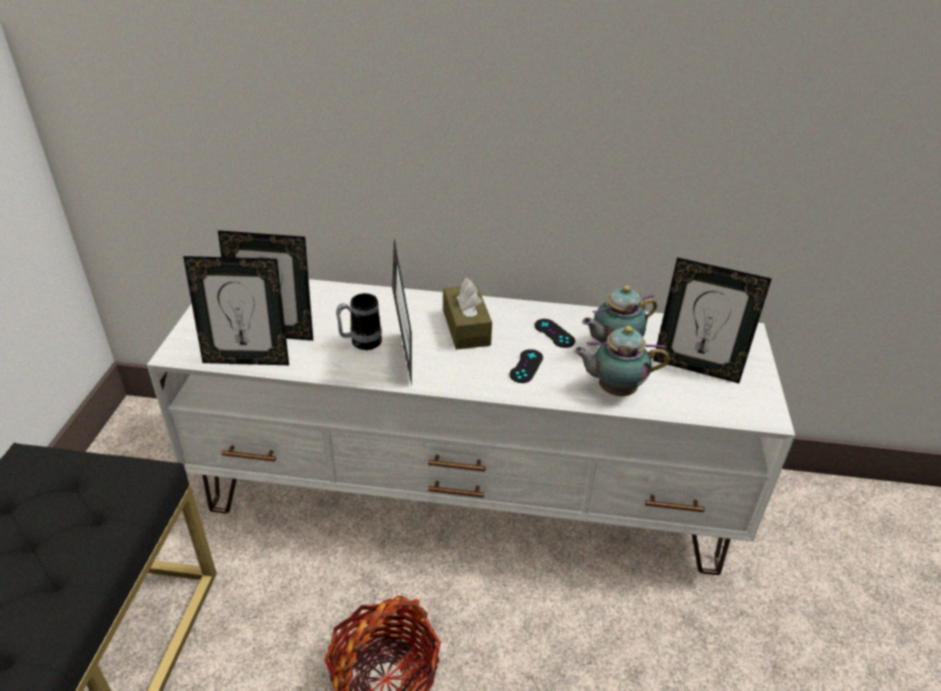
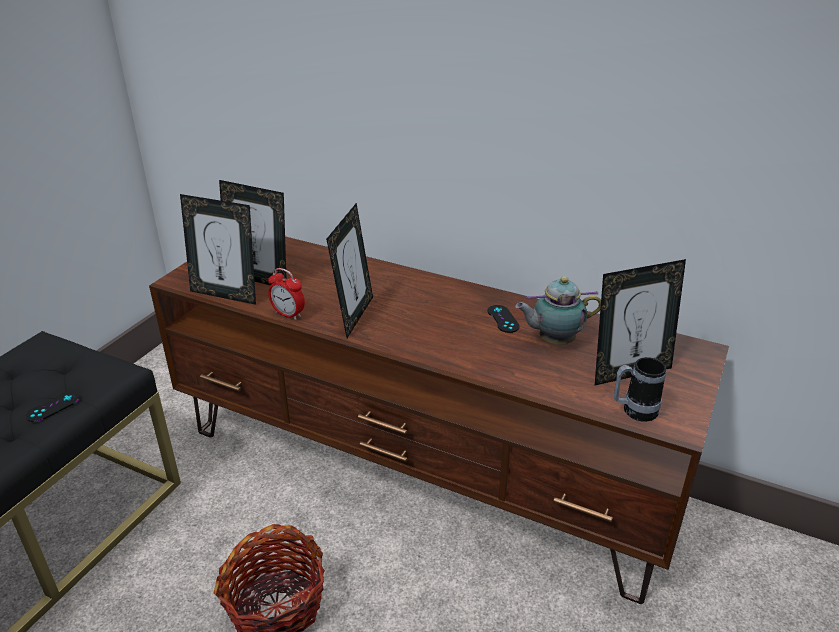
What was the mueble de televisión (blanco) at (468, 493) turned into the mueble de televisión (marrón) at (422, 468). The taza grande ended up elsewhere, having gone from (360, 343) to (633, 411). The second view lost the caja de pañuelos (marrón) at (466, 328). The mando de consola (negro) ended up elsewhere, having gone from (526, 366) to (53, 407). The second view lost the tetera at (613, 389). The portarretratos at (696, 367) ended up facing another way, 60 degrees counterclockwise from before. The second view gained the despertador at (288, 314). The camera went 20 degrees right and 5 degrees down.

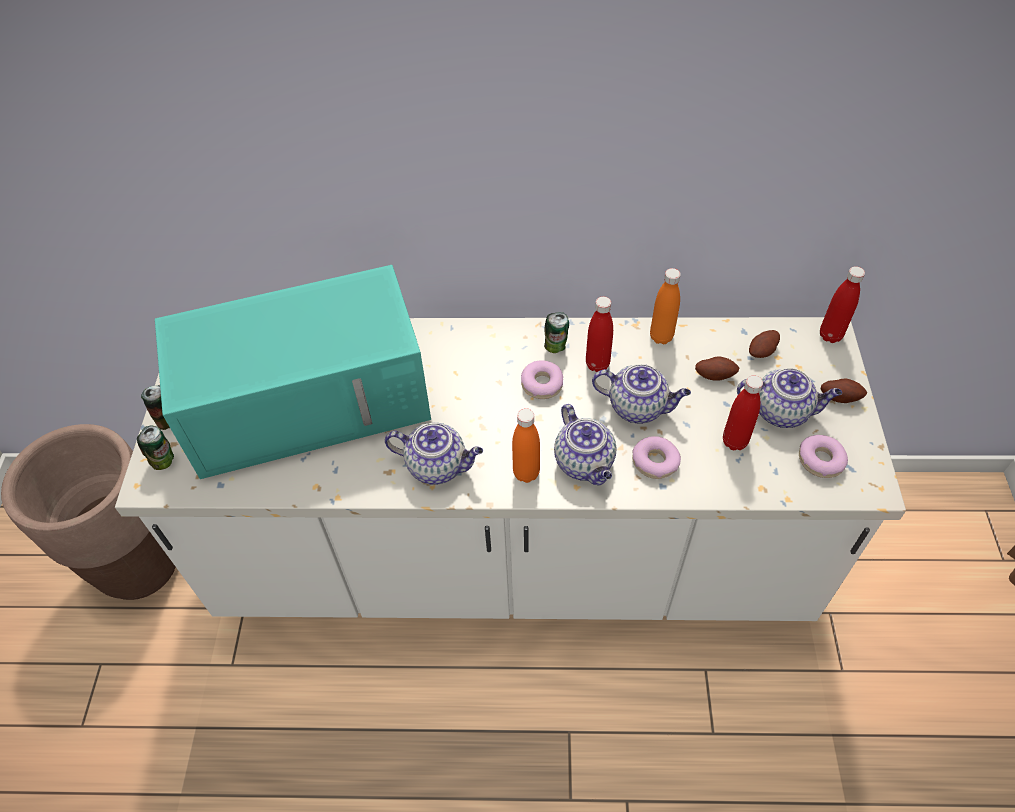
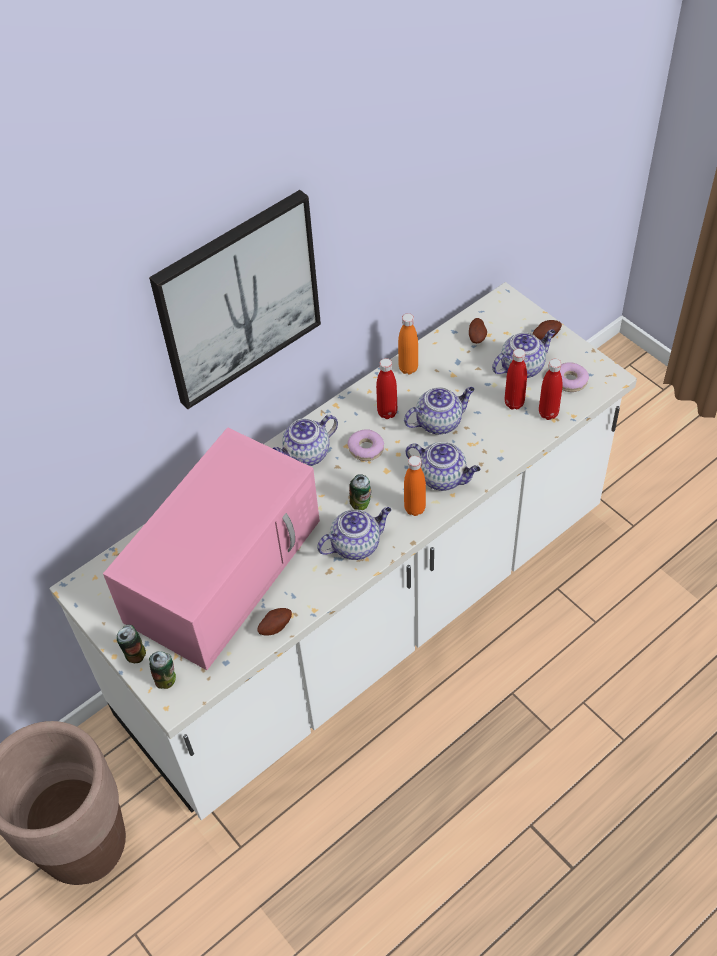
What was the microondas (turquesa) at (312, 401) turned into the microondas (rosa) at (224, 567). The lata ended up elsewhere, having gone from (556, 347) to (361, 503). The second view lost the rosquilla at (655, 462). The patata ended up elsewhere, having gone from (714, 375) to (275, 626). The botella (rojo) ended up elsewhere, having gone from (830, 335) to (548, 413). The second view gained the cuadro at (238, 299). The second view gained the tetera at (306, 455). The camera went 40 degrees left and 0 degrees up.

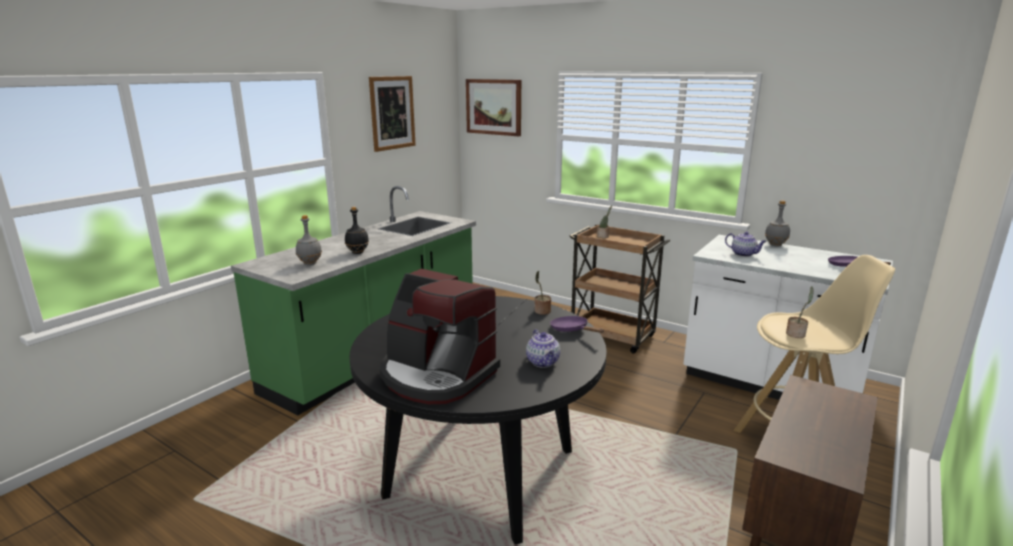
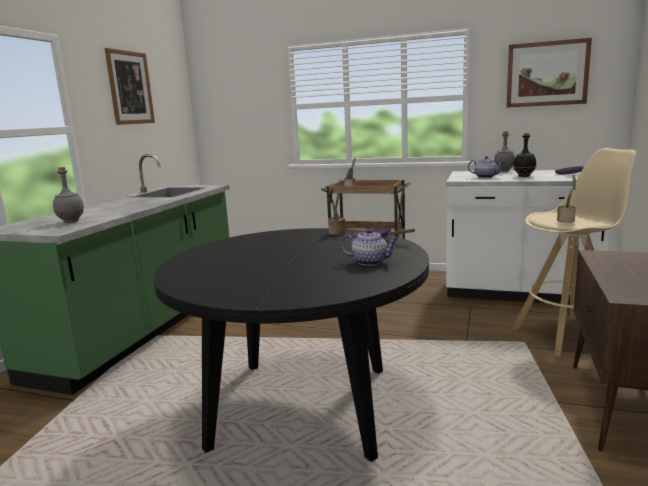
The botella (negro) ended up elsewhere, having gone from (358, 252) to (524, 176). The second view lost the cafetera at (437, 375). The cuadro ended up elsewhere, having gone from (494, 107) to (547, 74). The tetera at (543, 362) ended up facing another way, 45 degrees counterclockwise from before. The camera went 15 degrees left and 5 degrees down.

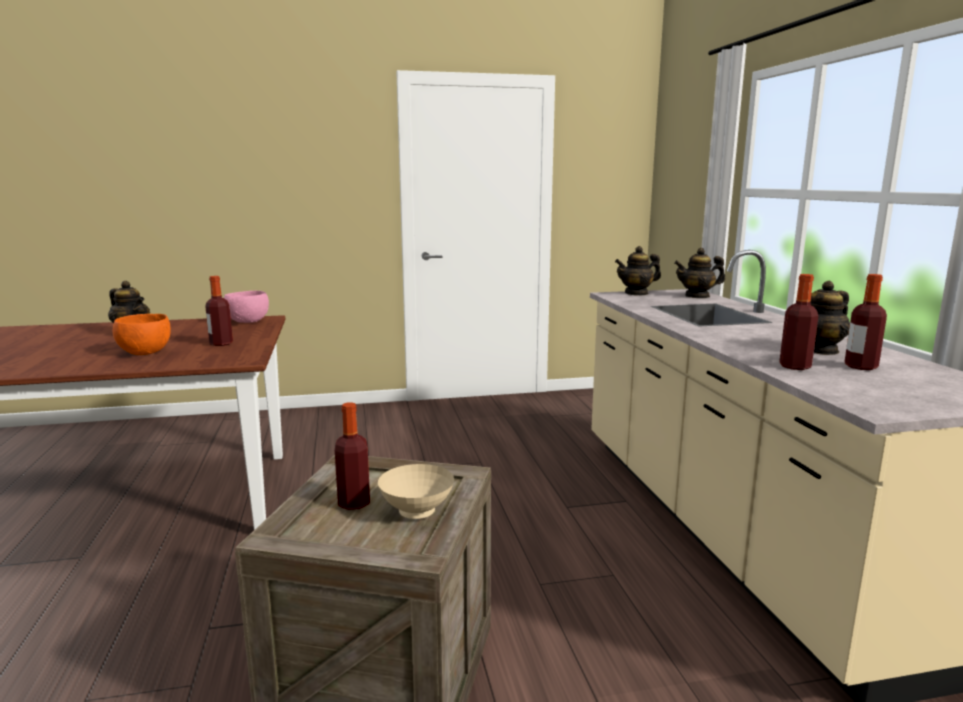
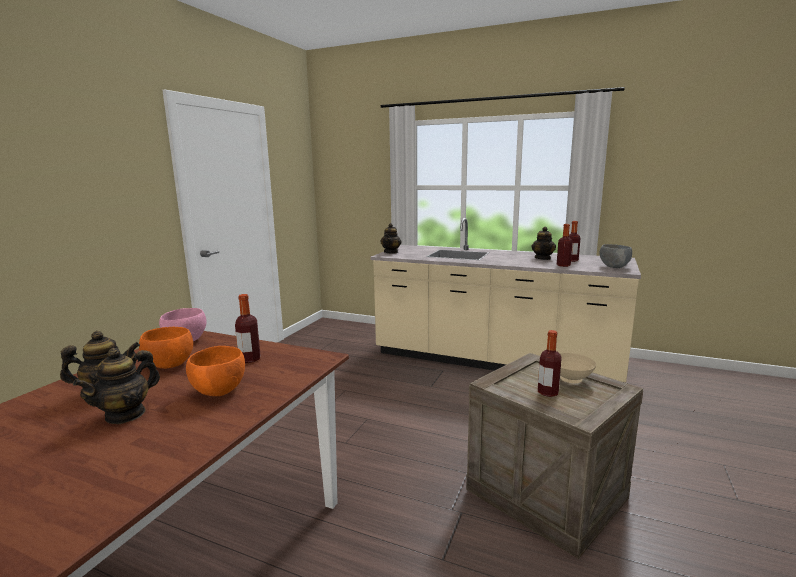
The tetera ended up elsewhere, having gone from (697, 296) to (126, 414). The second view gained the cuenco (naranja) at (169, 365). The second view gained the cuenco (gris) at (614, 267). The camera went 55 degrees left and 0 degrees up.

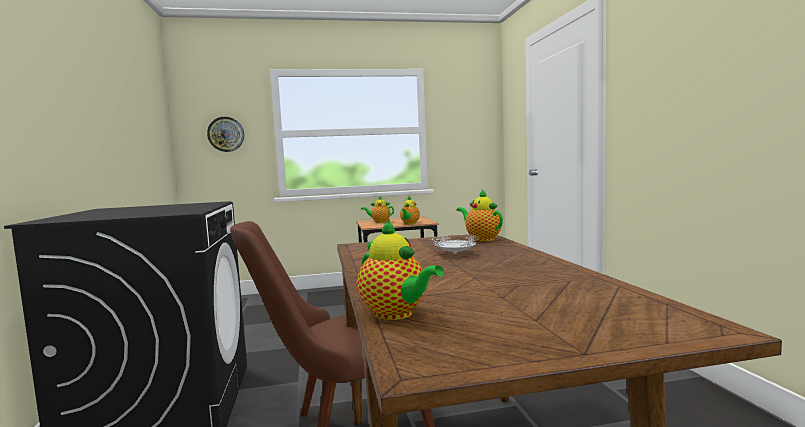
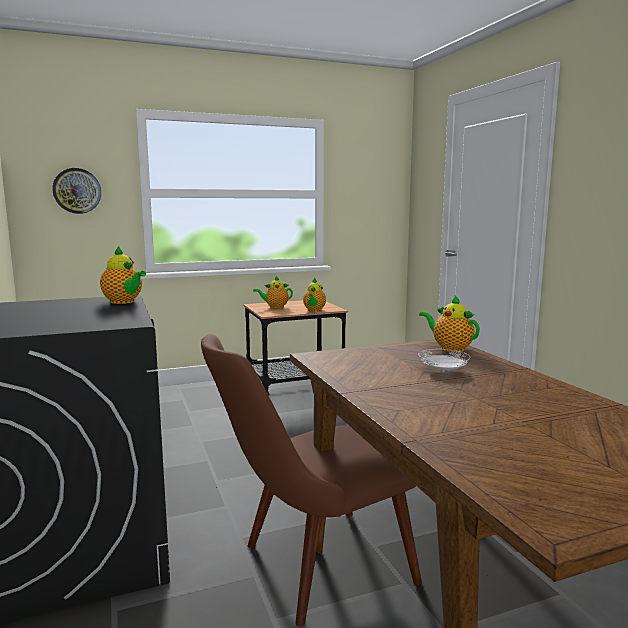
The tetera ended up elsewhere, having gone from (396, 314) to (124, 302). The camera went 10 degrees left and 5 degrees up.

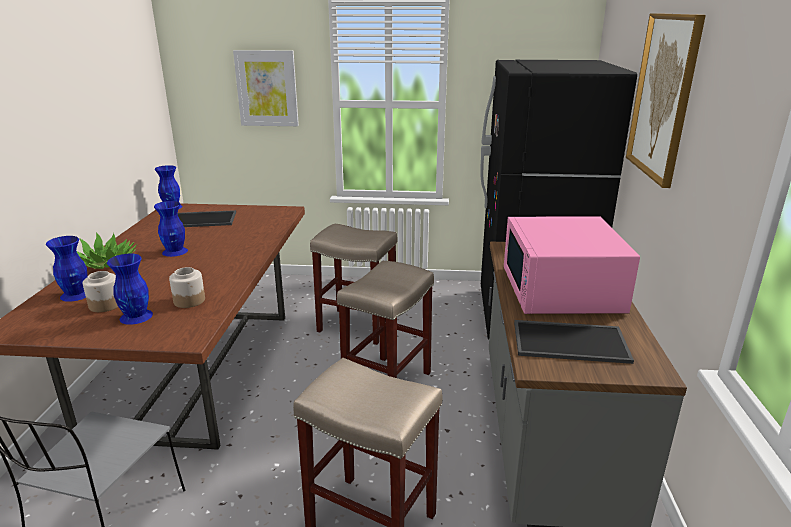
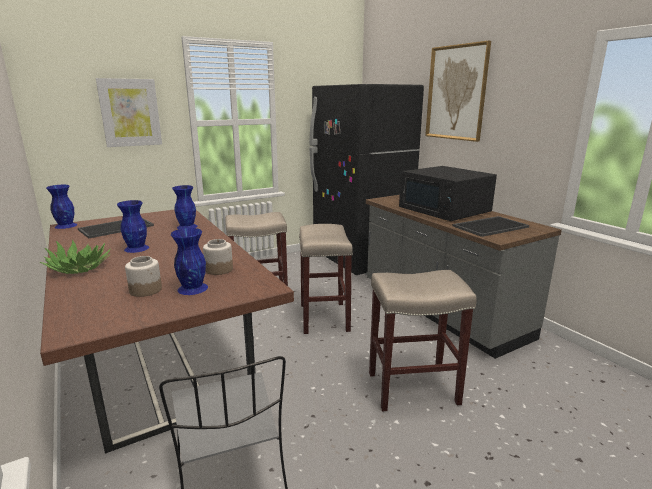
The florero (azul) ended up elsewhere, having gone from (76, 294) to (187, 226). What was the microondas (rosa) at (560, 291) turned into the microondas (negro) at (444, 210). The camera went 35 degrees left and 5 degrees down.

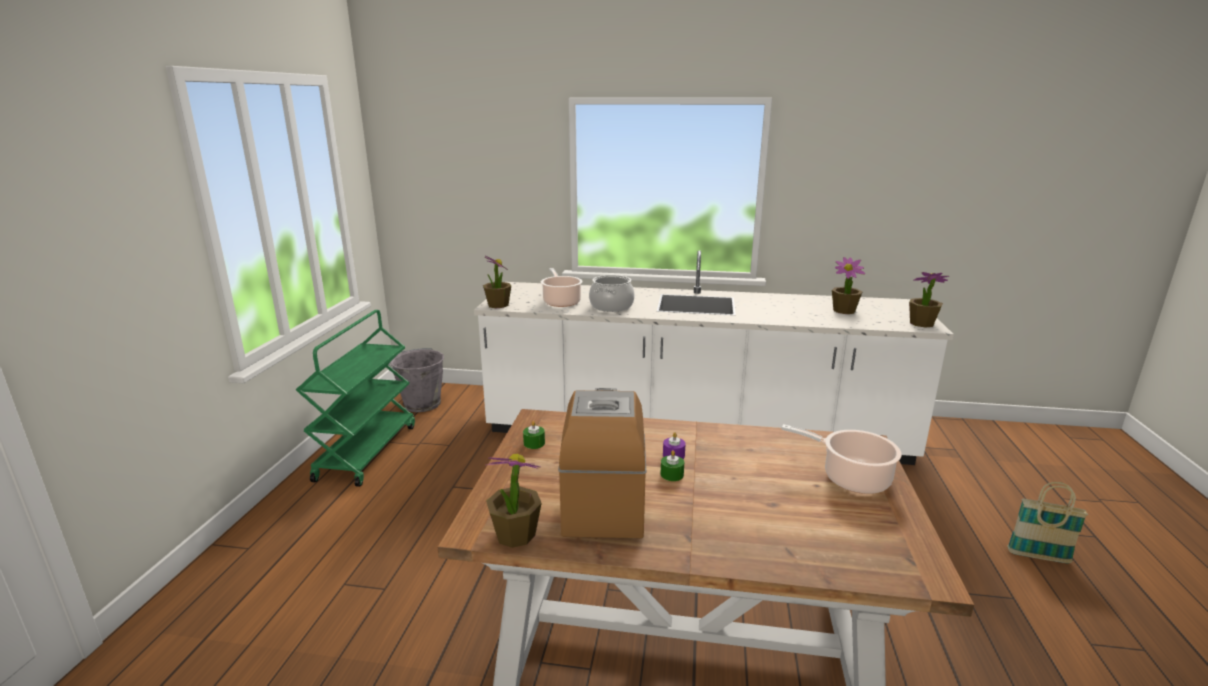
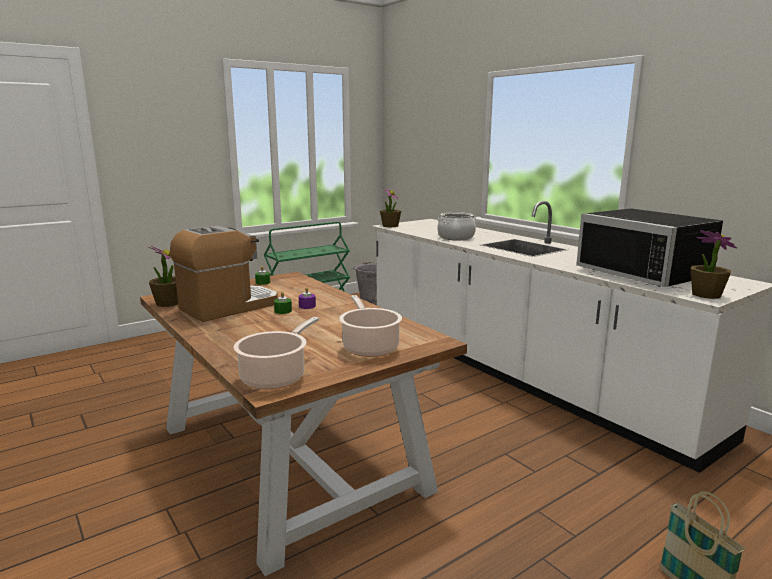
The olla ended up elsewhere, having gone from (561, 301) to (276, 376). Where the planta en maceta stood at (844, 311), the microondas (negro) came to stand at (648, 273). The camera went 45 degrees right and 5 degrees down.

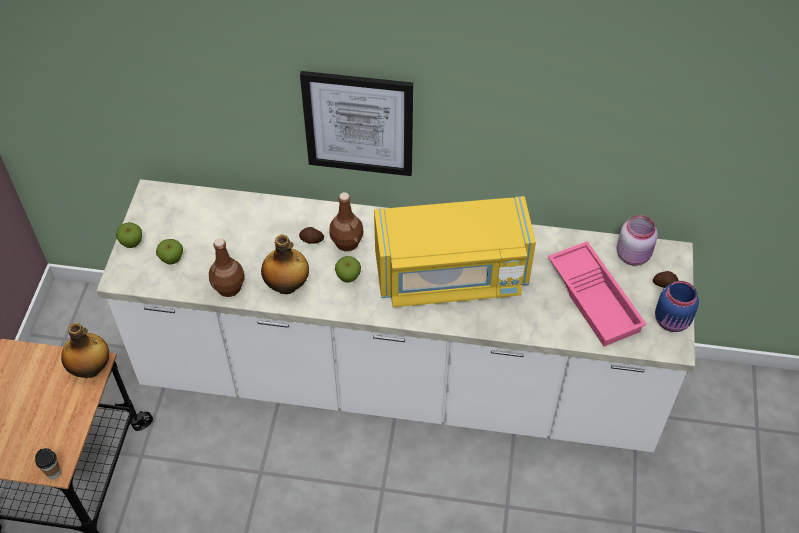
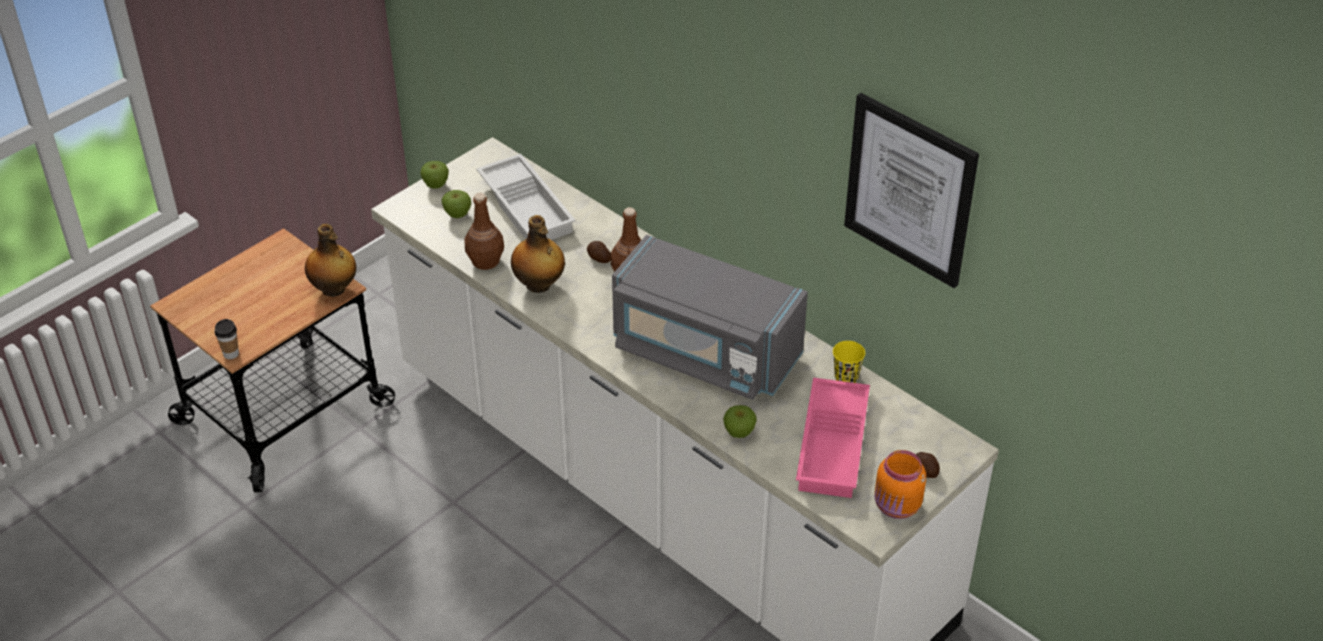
The cuadro ended up elsewhere, having gone from (358, 123) to (910, 190). The manzana ended up elsewhere, having gone from (348, 277) to (739, 433). What was the microondas (amarillo) at (451, 275) turned into the microondas (gris) at (704, 352). The second view lost the tarro (rosa) at (633, 255). What was the tarro (azul) at (672, 321) turned into the tarro (naranja) at (897, 507). The second view gained the bandeja (blanco) at (528, 207). The second view gained the taza (amarillo) at (846, 377). The camera went 35 degrees right and 10 degrees down.

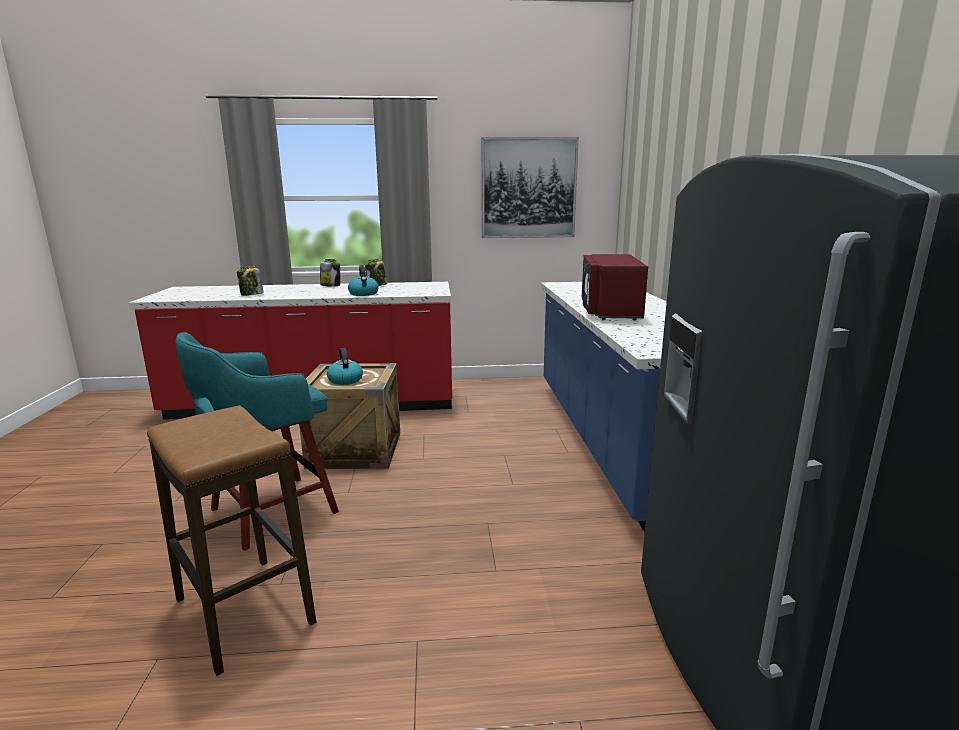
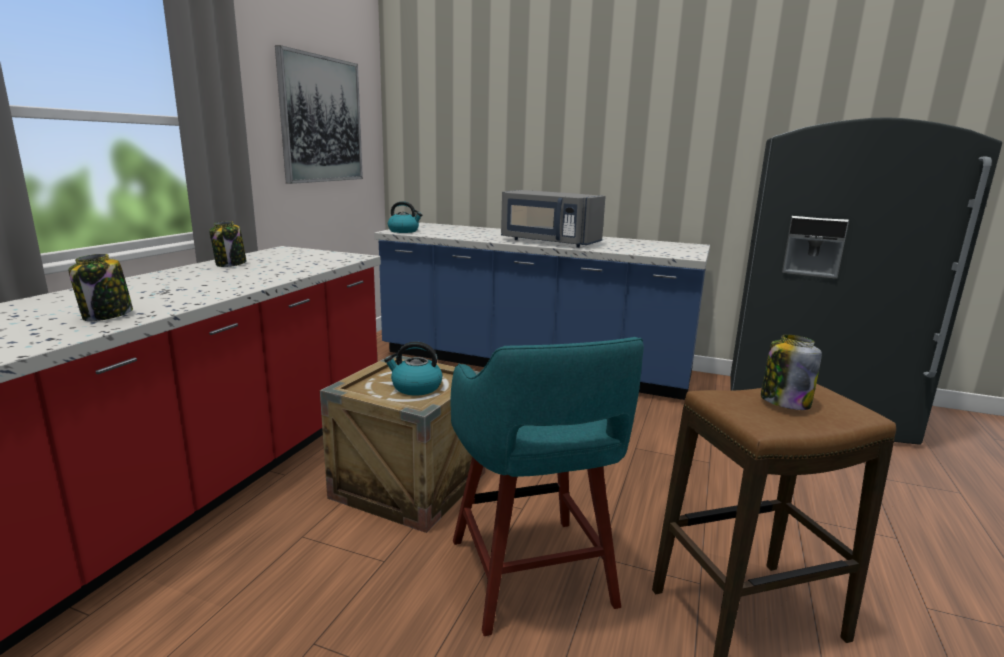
The tarro ended up elsewhere, having gone from (330, 285) to (784, 402). The hervidor ended up elsewhere, having gone from (364, 294) to (404, 231). What was the microondas (rojo) at (609, 311) turned into the microondas (gris) at (548, 242). The camera went 65 degrees left and 0 degrees up.

